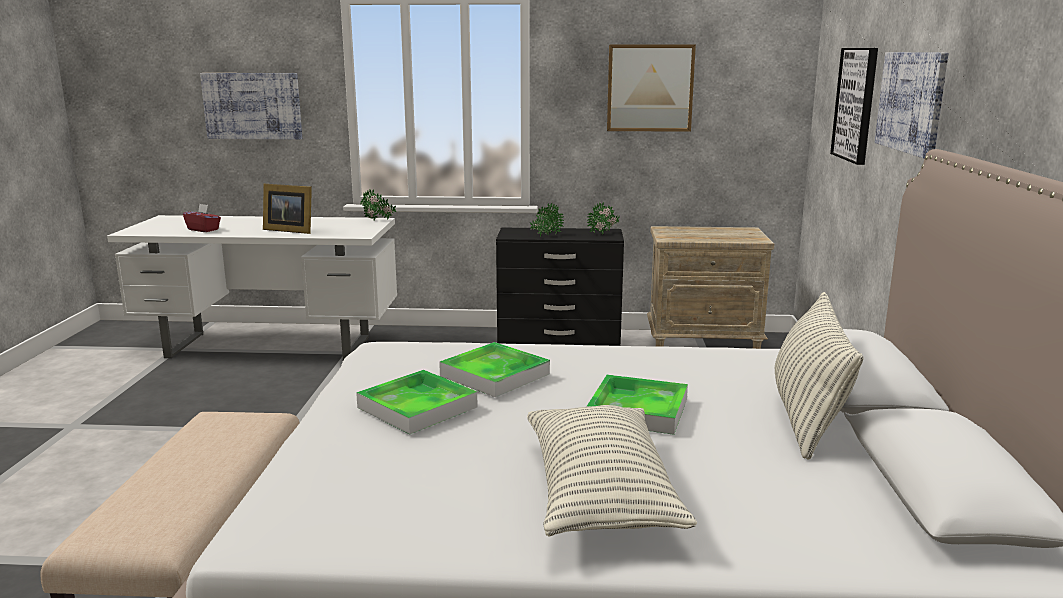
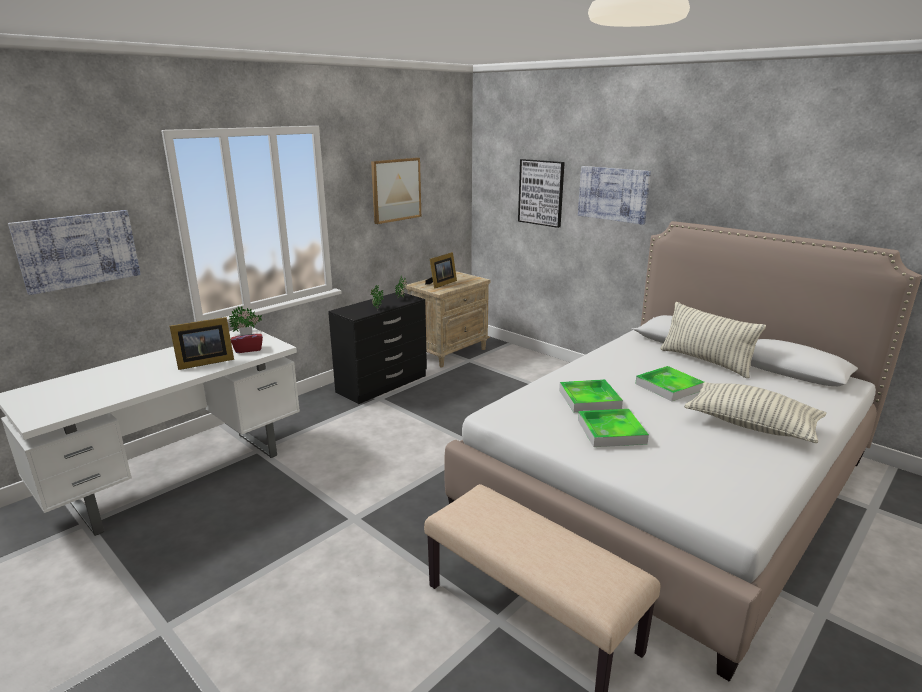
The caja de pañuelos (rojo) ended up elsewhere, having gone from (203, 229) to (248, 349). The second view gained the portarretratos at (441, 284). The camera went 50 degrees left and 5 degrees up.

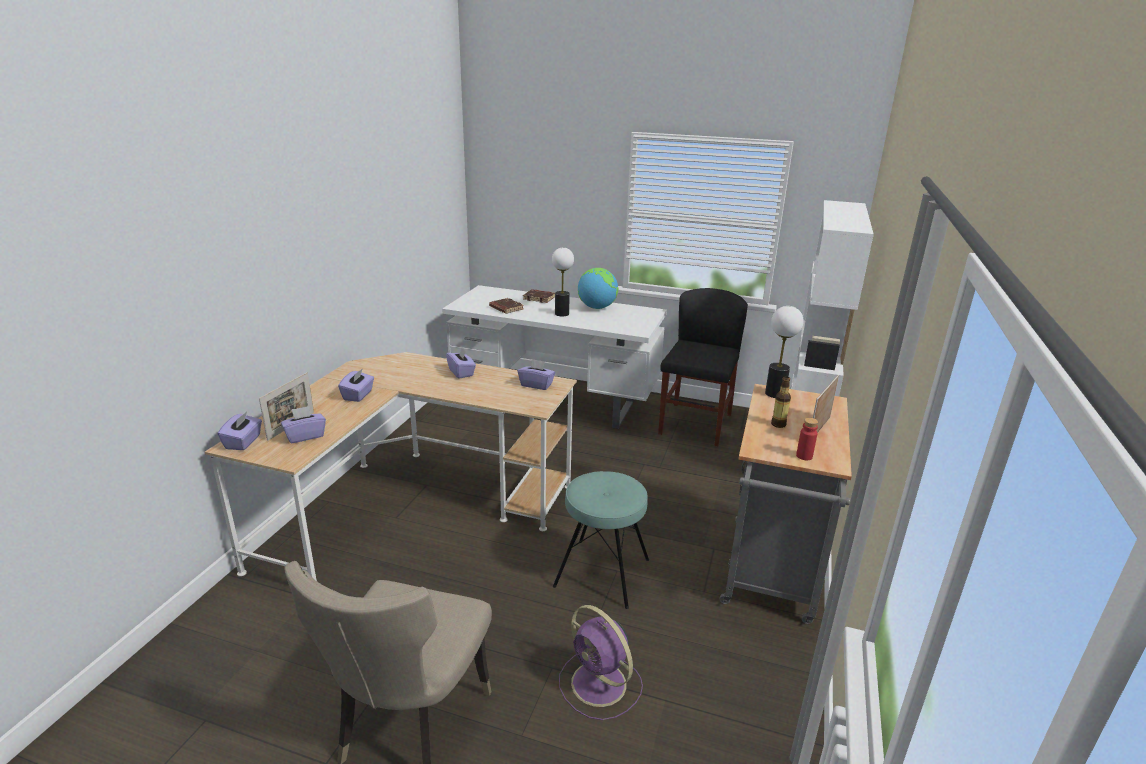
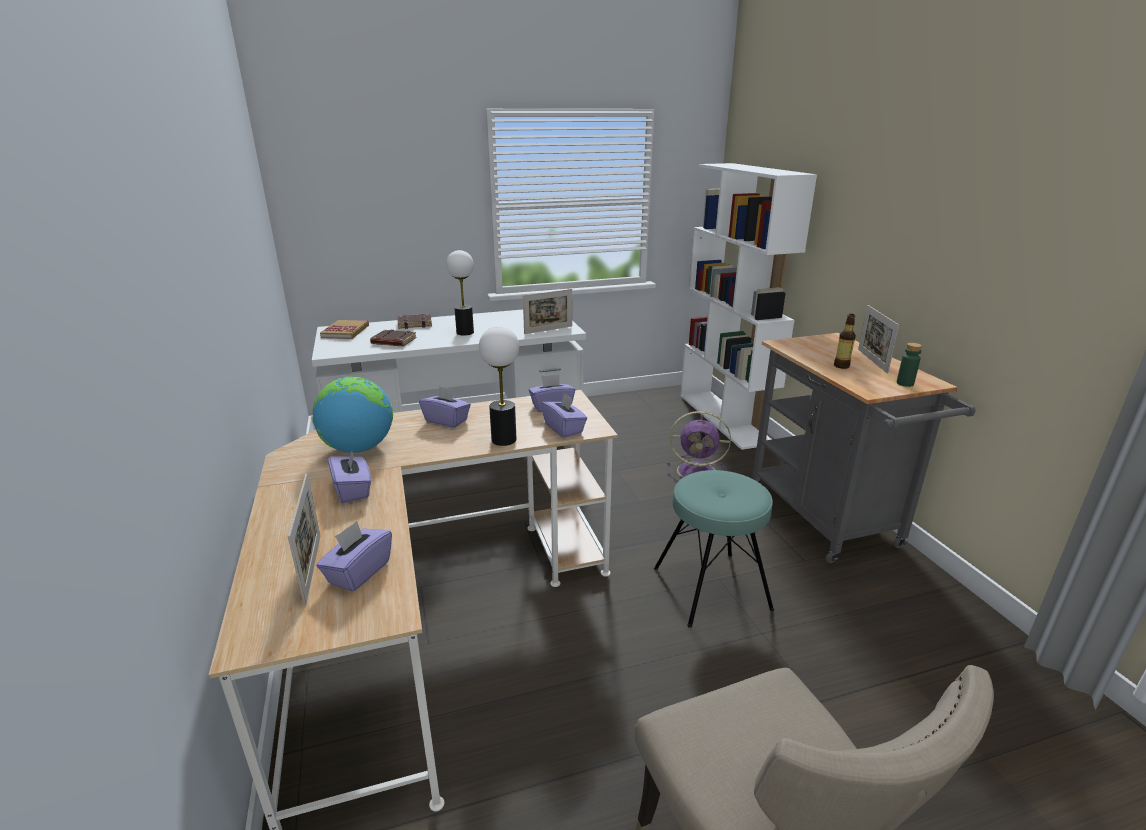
The caja de pañuelos (morado) ended up elsewhere, having gone from (243, 442) to (564, 428). The ventilador (morado) ended up elsewhere, having gone from (600, 685) to (698, 472). The globo terráqueo ended up elsewhere, having gone from (597, 307) to (358, 448). The second view lost the silla (negro) at (695, 424). The lámpara de mesa ended up elsewhere, having gone from (775, 394) to (504, 440). What was the botella (rojo) at (804, 456) turned into the botella (verde) at (905, 383). The second view gained the libro at (345, 331). The second view gained the portarretratos at (548, 330). The camera went 35 degrees left and 0 degrees up.

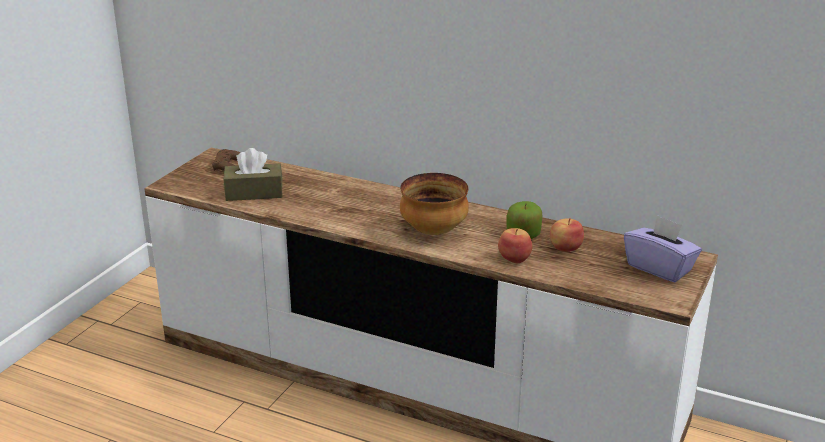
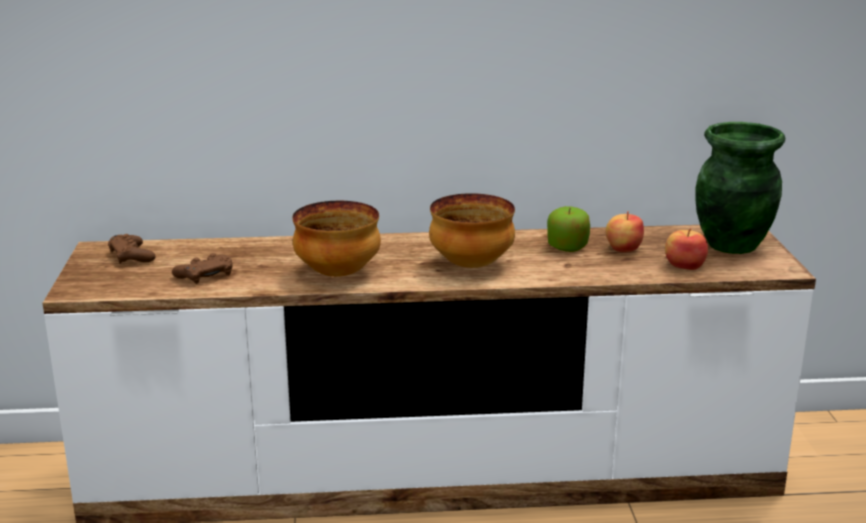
Where the caja de pañuelos (marrón) stood at (254, 193), the mando de consola (marrón) came to stand at (205, 275). The manzana ended up elsewhere, having gone from (515, 258) to (684, 266). Where the caja de pañuelos (morado) stood at (659, 268), the florero (verde) came to stand at (731, 245). The second view gained the cuenco at (339, 273). The camera went 30 degrees left and 5 degrees down.

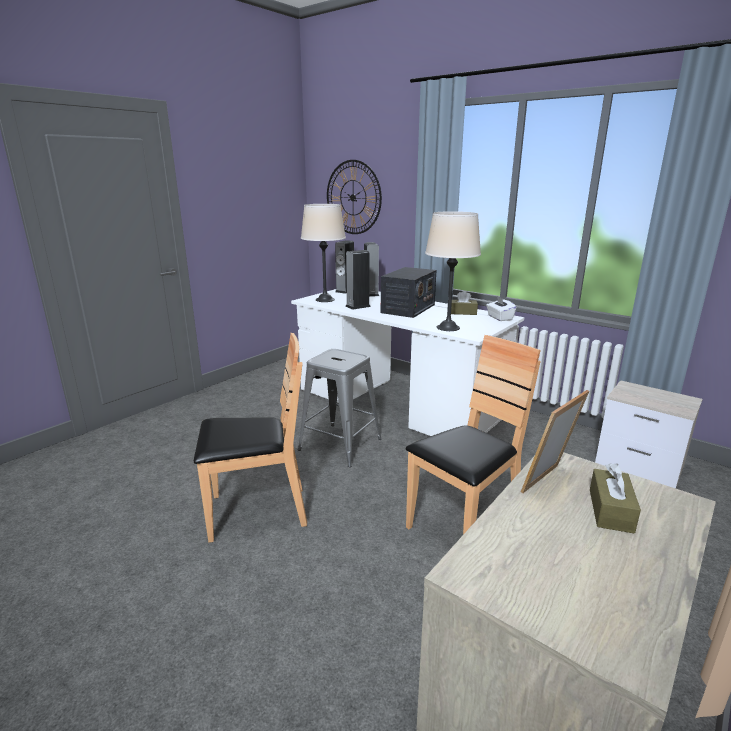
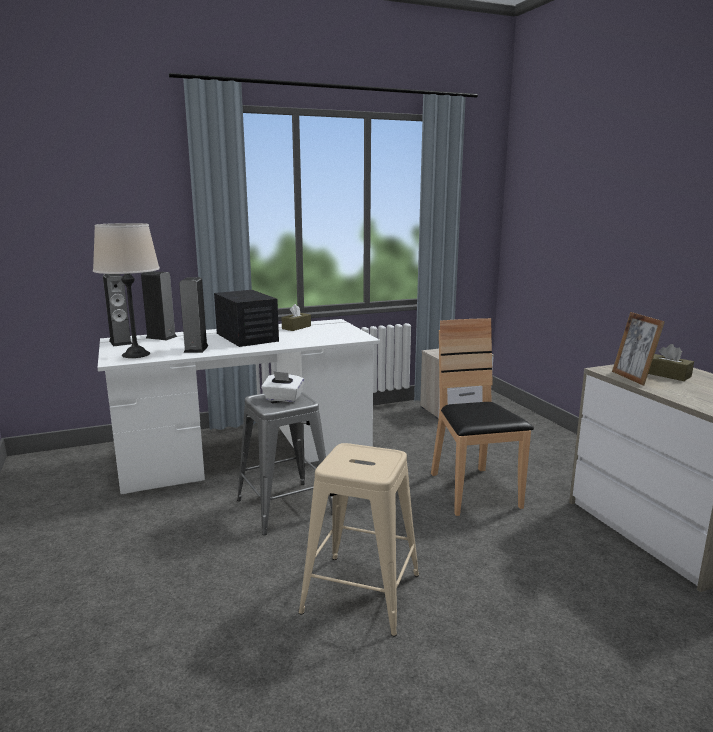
Where the silla (marrón) stood at (256, 512), the taburete (beis) came to stand at (361, 593). The second view lost the reloj de pared at (353, 197). The second view lost the lámpara de mesa (beis) at (448, 327). The caja de pañuelos (blanco) ended up elsewhere, having gone from (499, 318) to (283, 398). The camera went 60 degrees left and 5 degrees down.

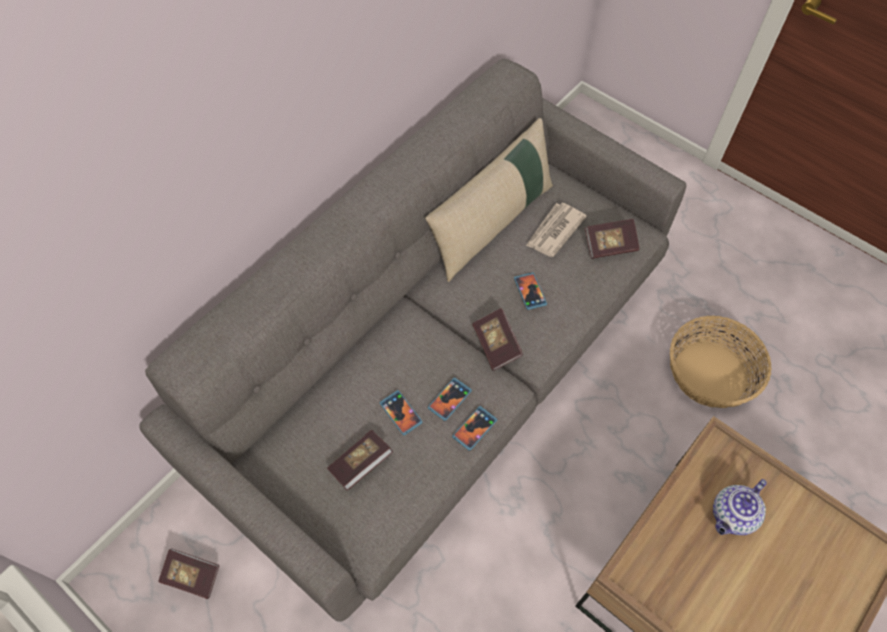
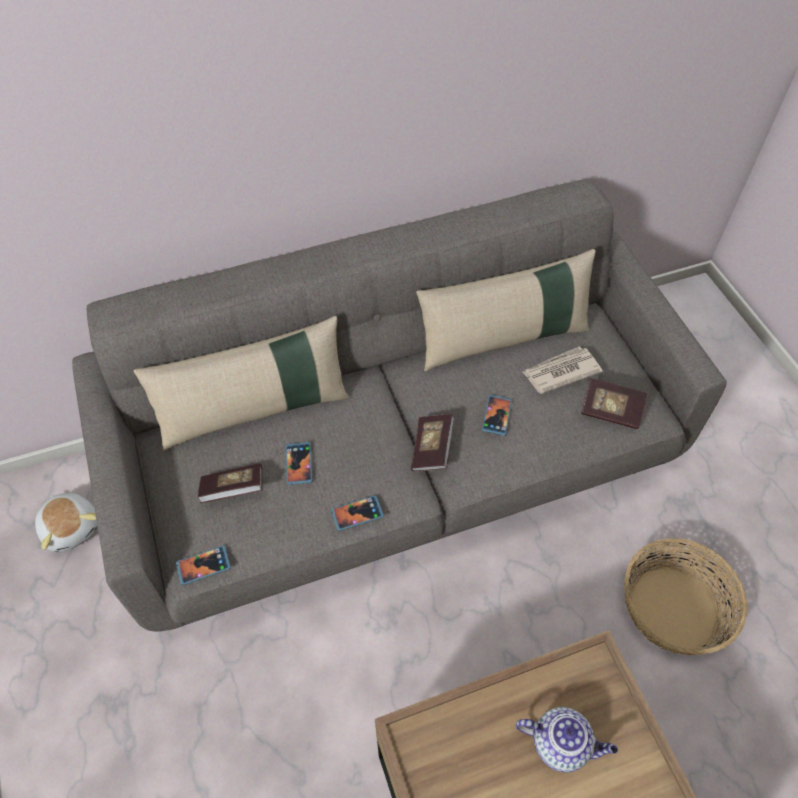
Where the libro stood at (192, 576), the peluche came to stand at (72, 527). The móvil ended up elsewhere, having gone from (449, 399) to (203, 566). The tetera at (732, 516) ended up facing another way, 150 degrees counterclockwise from before. The second view gained the cojín (beis) at (256, 410). The camera went 30 degrees right and 5 degrees down.

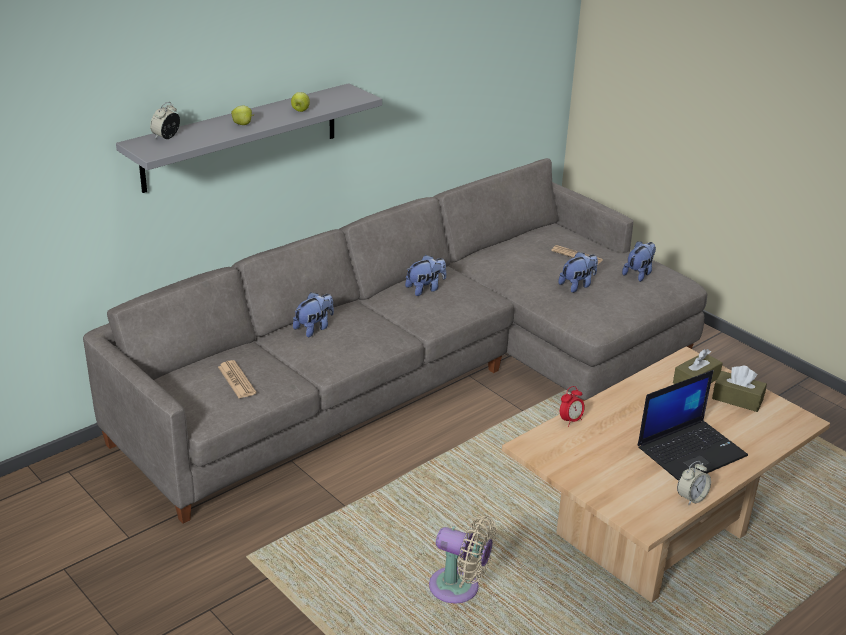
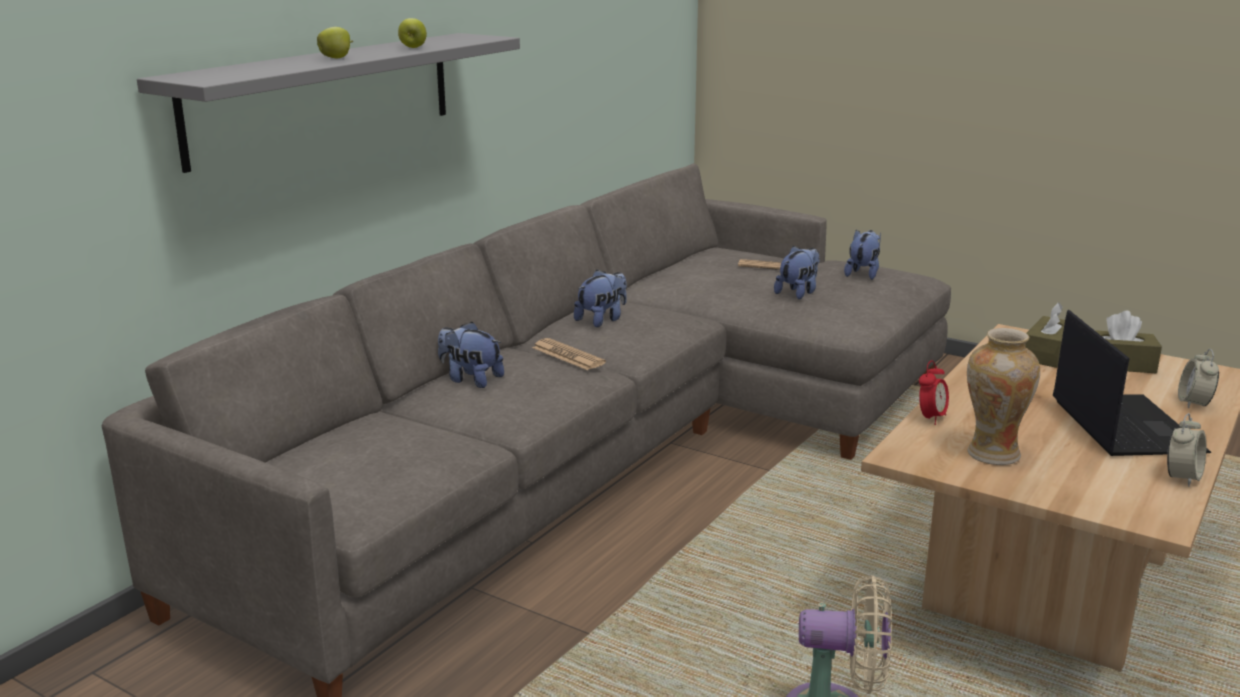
The despertador ended up elsewhere, having gone from (166, 137) to (1194, 403). The periódico ended up elsewhere, having gone from (236, 380) to (568, 355). The peluche at (314, 328) ended up facing another way, 90 degrees counterclockwise from before. The portátil at (691, 451) ended up facing another way, 45 degrees counterclockwise from before. The second view gained the florero at (993, 454). The camera went 15 degrees left and 10 degrees down.

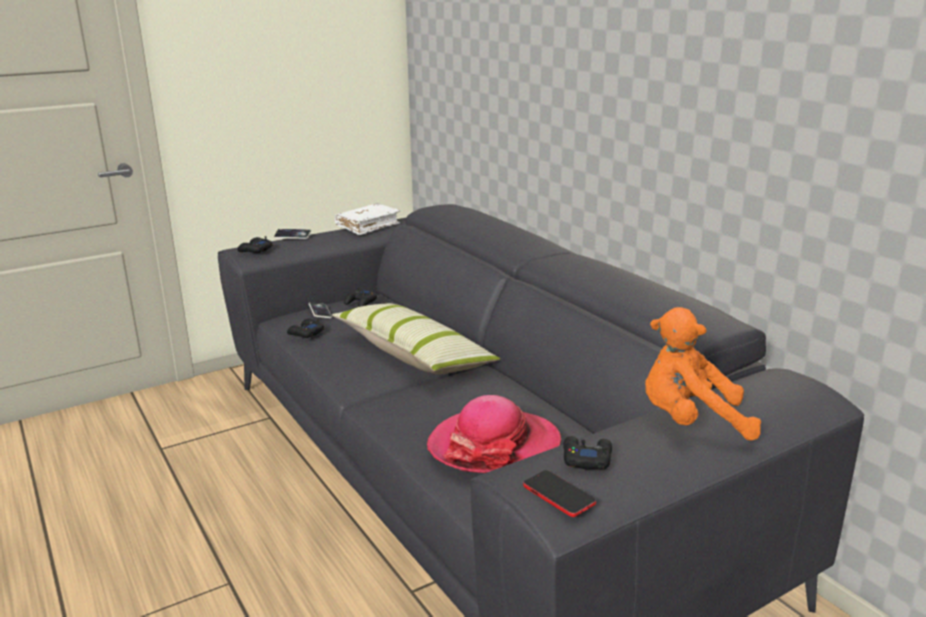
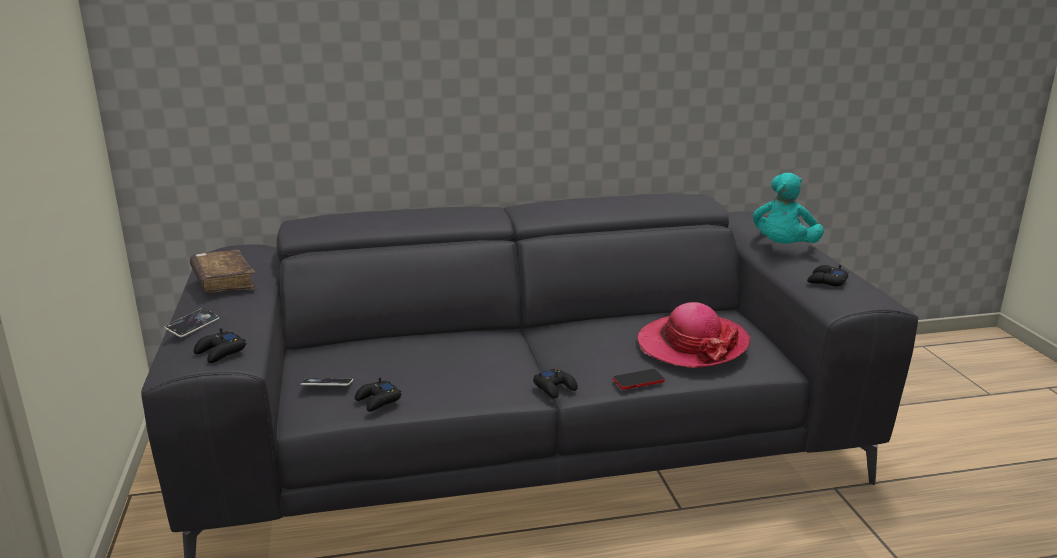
The second view lost the cojín at (414, 355). What was the libro (blanco) at (368, 226) turned into the libro (marrón) at (223, 281). The mando de consola (negro) ended up elsewhere, having gone from (361, 302) to (555, 387). The móvil ended up elsewhere, having gone from (559, 494) to (638, 380). What was the peluche (naranja) at (690, 422) turned into the peluche (turquesa) at (783, 248). The camera went 70 degrees left and 0 degrees up.

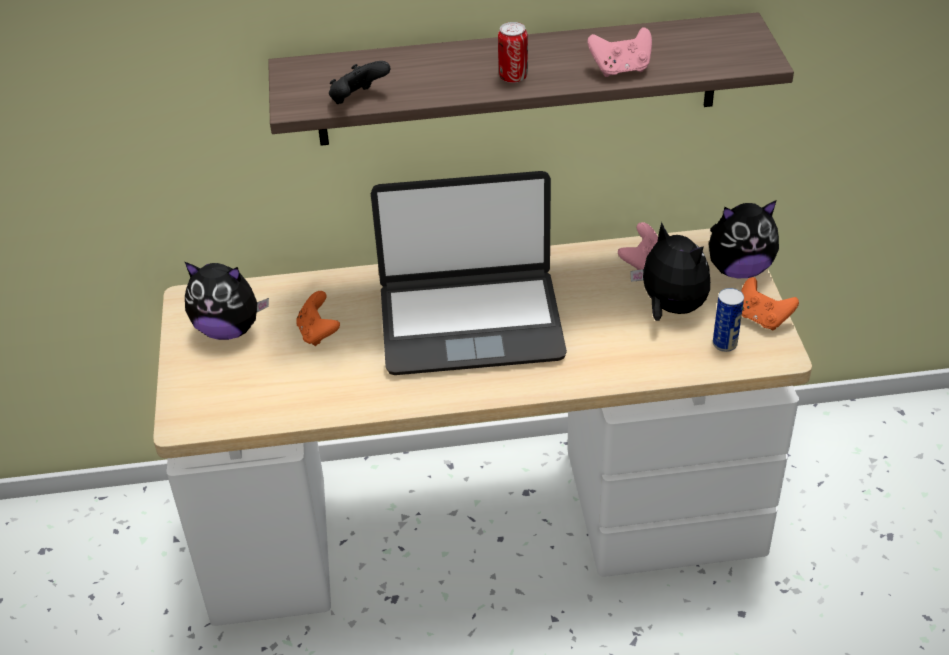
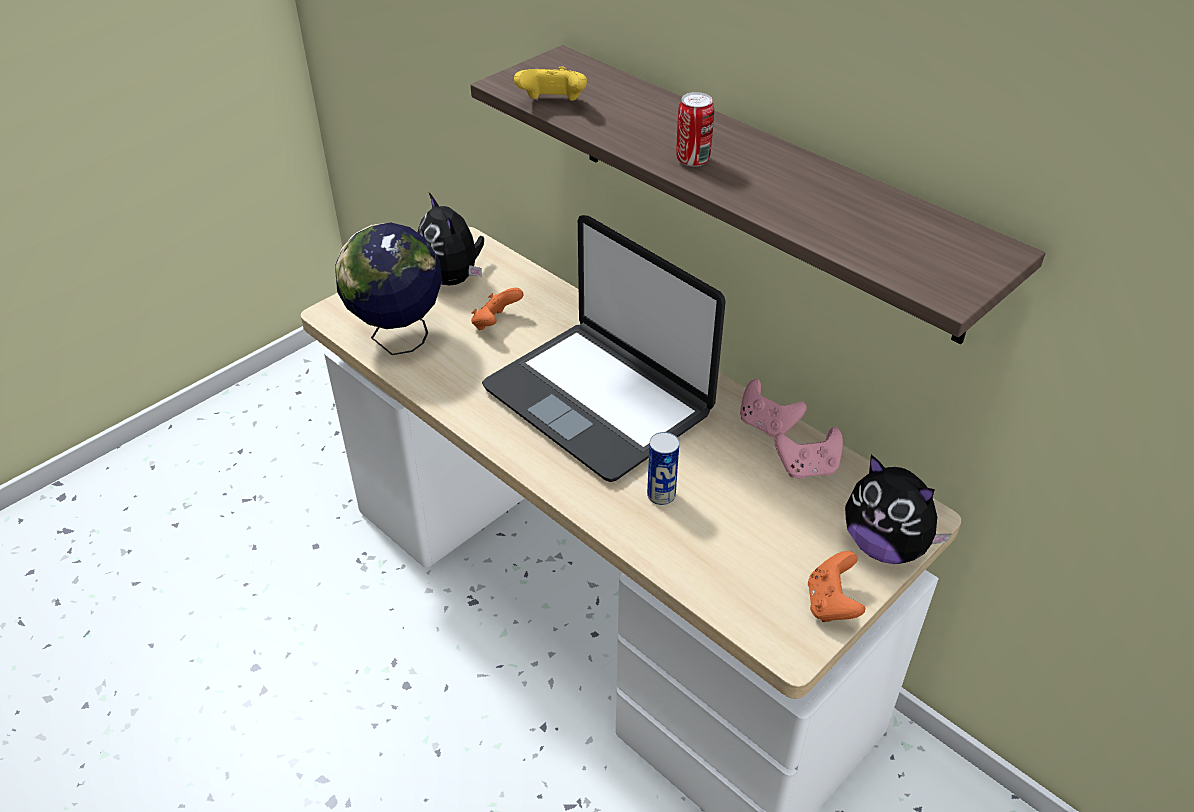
What was the mando de consola (negro) at (358, 100) turned into the mando de consola (amarillo) at (552, 104). The mando de consola (rosa) ended up elsewhere, having gone from (621, 70) to (767, 425). The second view lost the peluche at (670, 308). The lata ended up elsewhere, having gone from (724, 344) to (661, 495). The second view gained the globo terráqueo at (398, 339). The camera went 50 degrees right and 0 degrees up.

